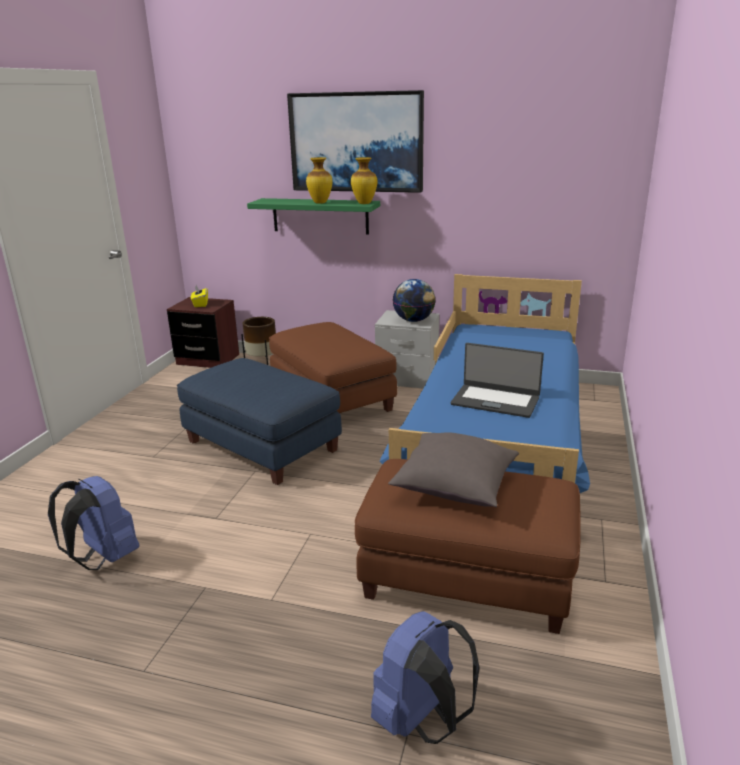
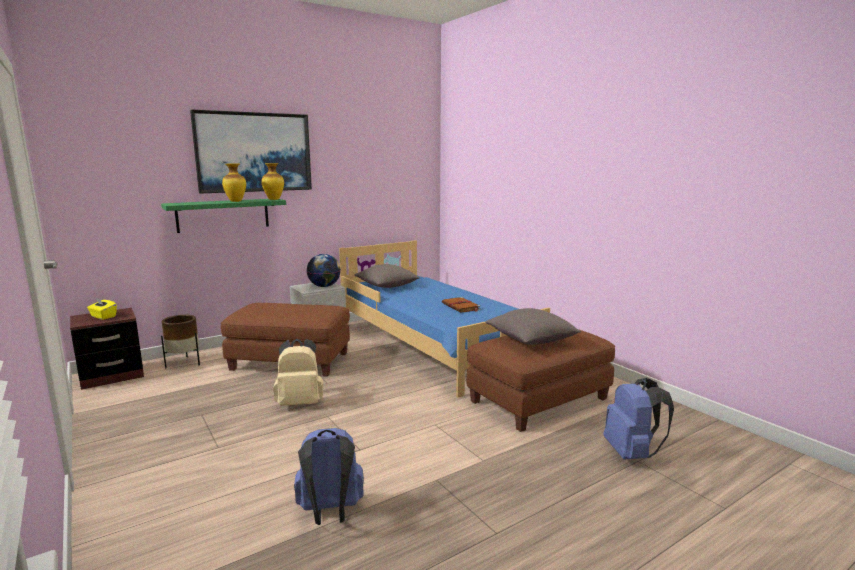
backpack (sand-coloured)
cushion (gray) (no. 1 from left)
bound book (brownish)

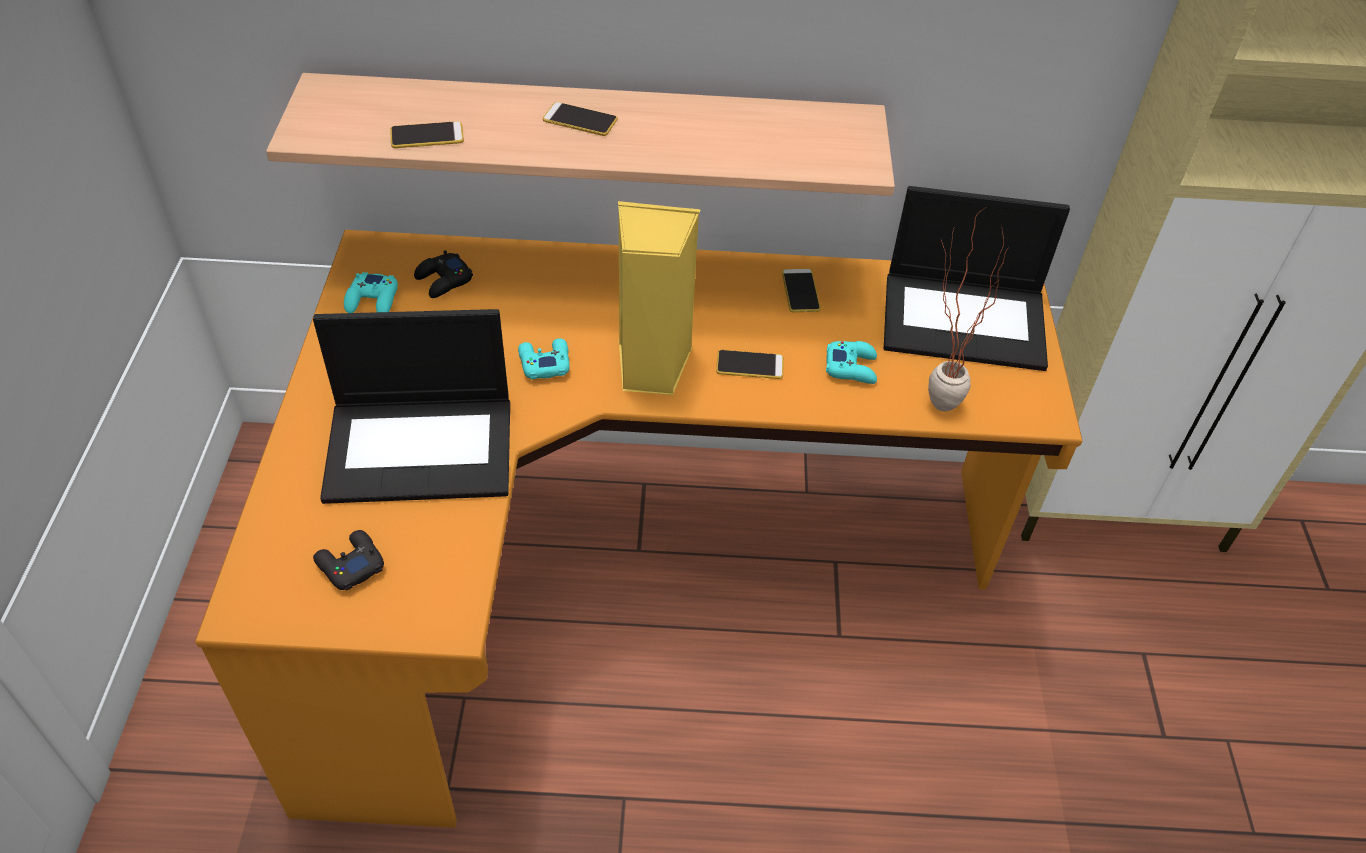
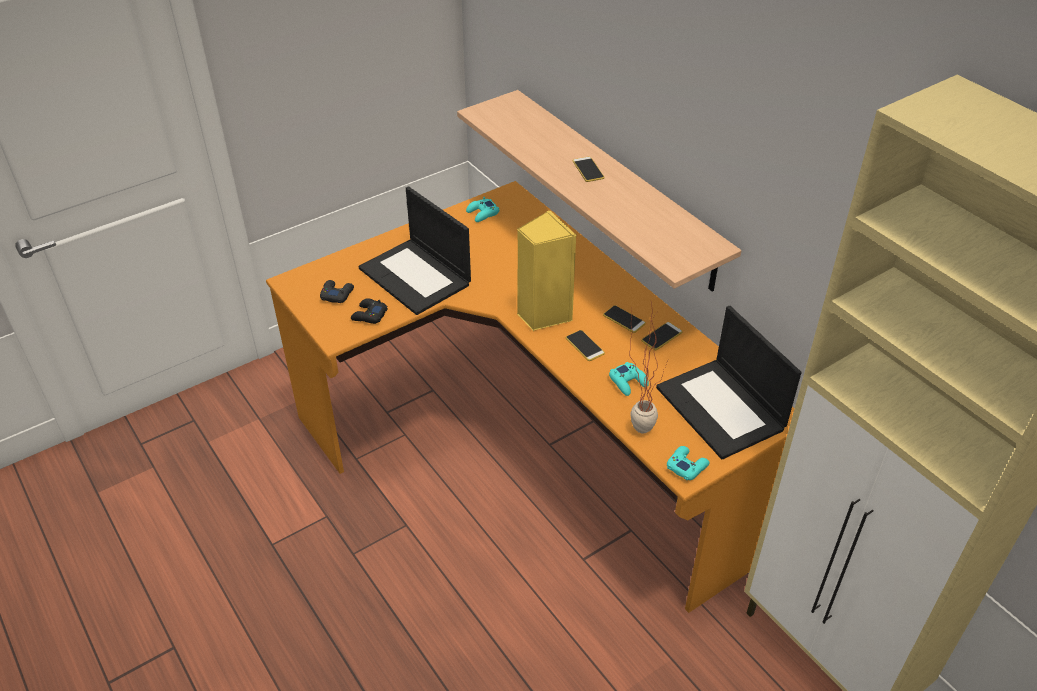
gamepad (black-coloured) (no. 2 from left)
telephone (no. 3 from left)
gamepad (turquoise) (no. 3 from left)

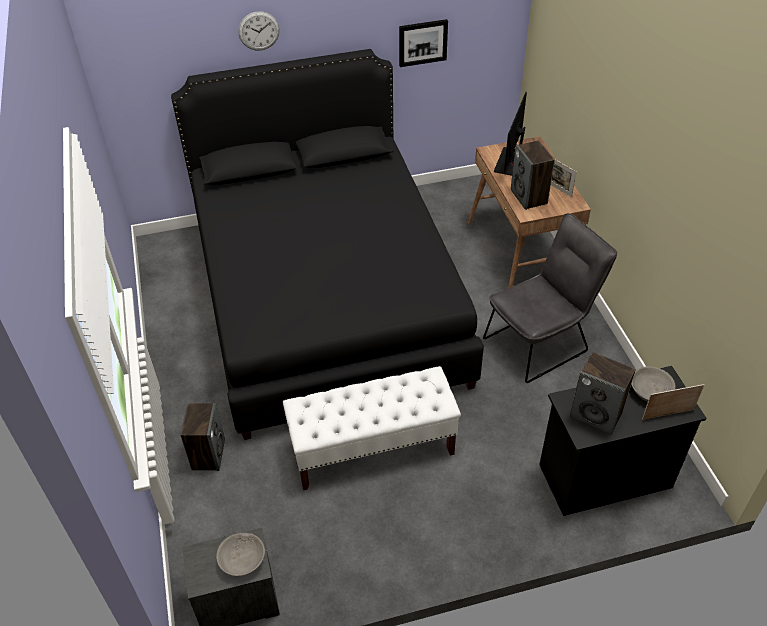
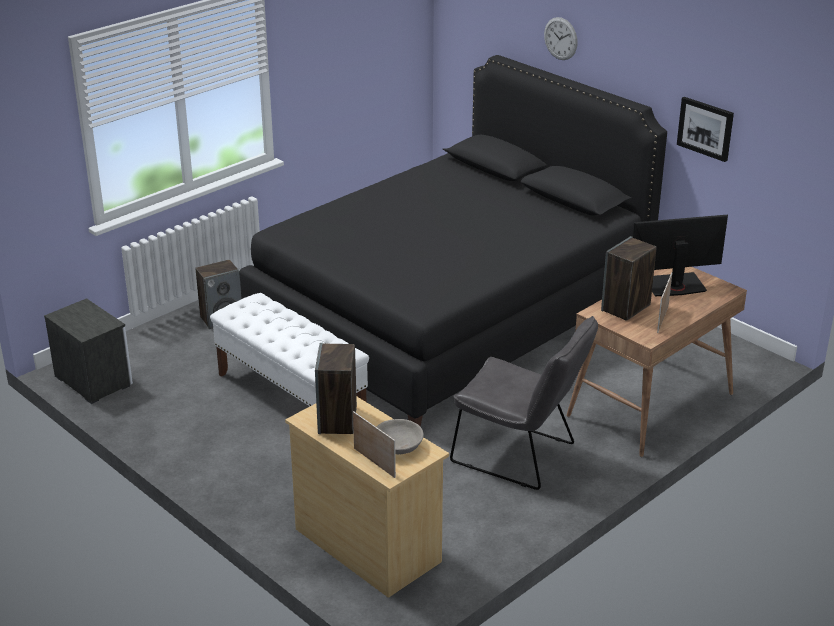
dresser (sand-coloured)
deep dish (gray) (no. 1 from left in the first image)

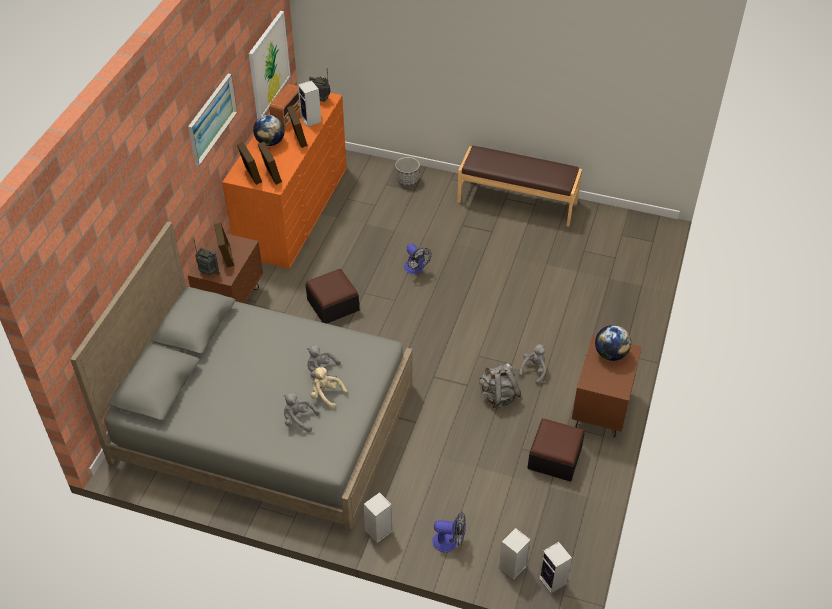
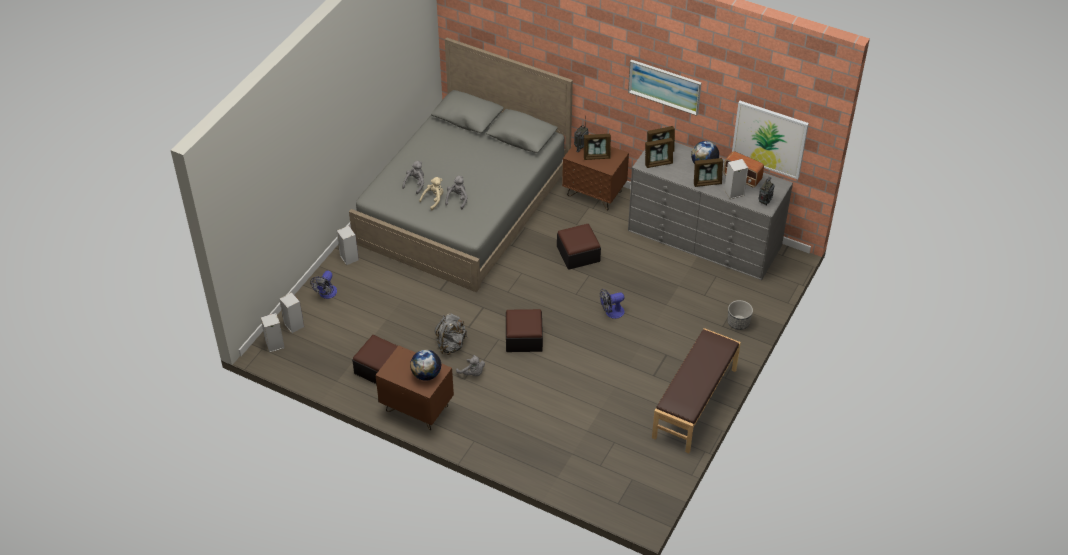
footrest (no. 2 from left)
dresser (gray)

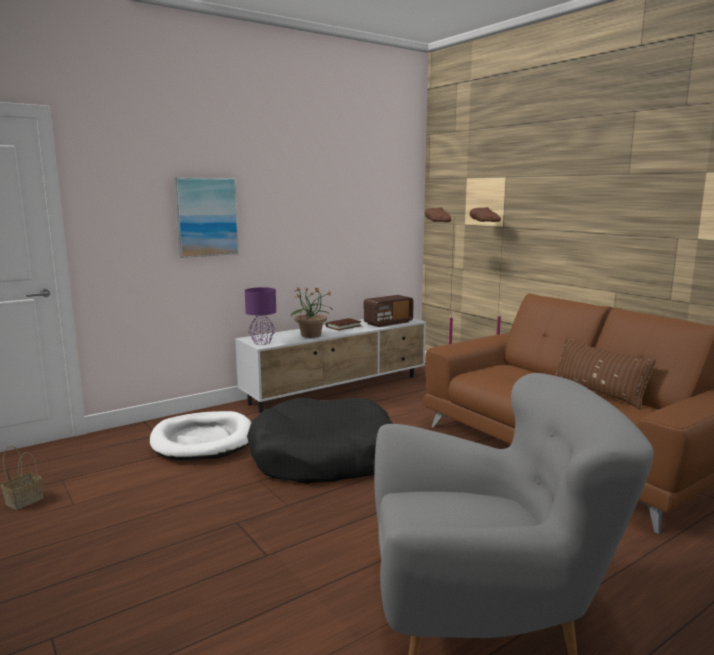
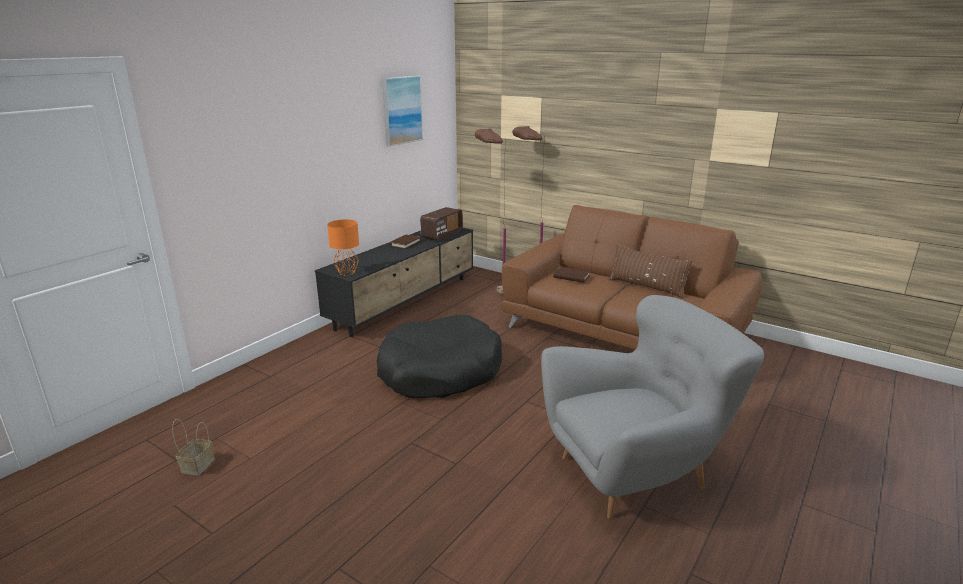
media console (black-coloured)
table lamp (orangey)
picture
bound book (brownish) (no. 2 from left)
pet bed (whitish)
potted plant

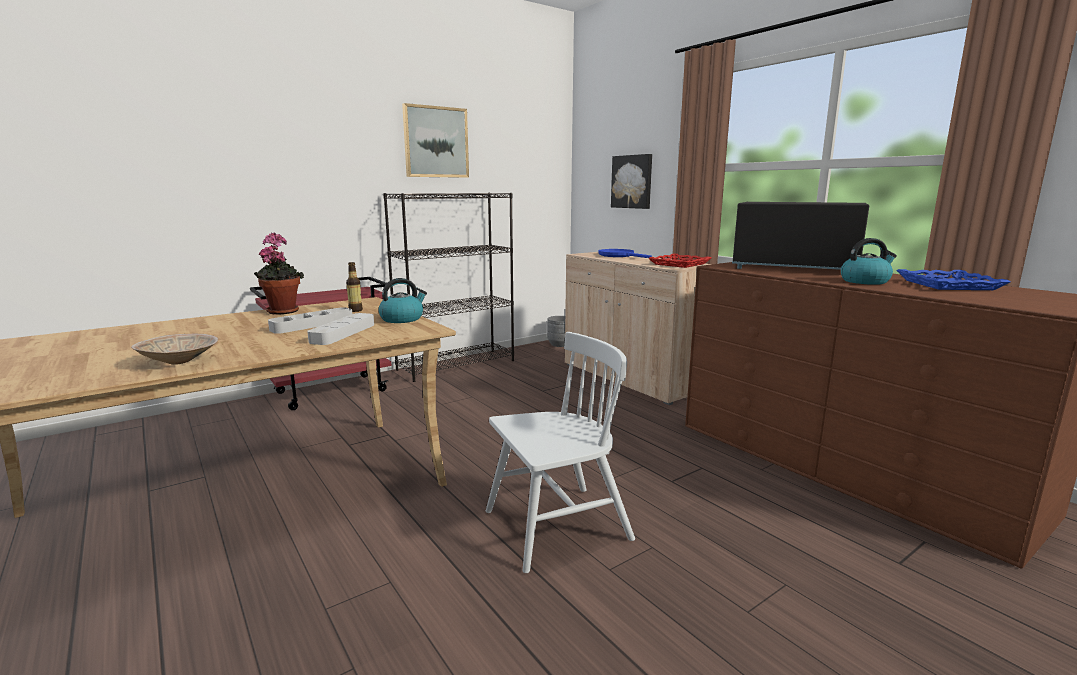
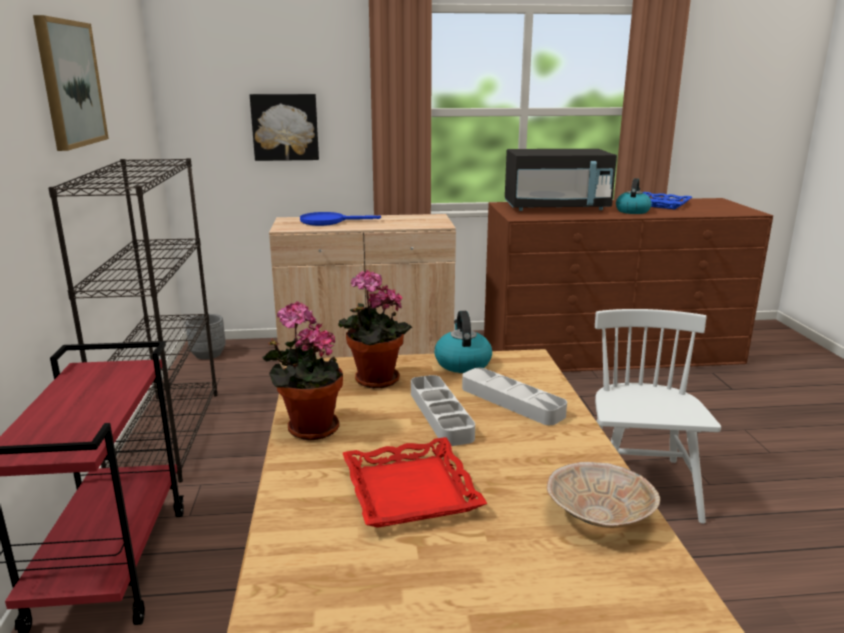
potted plant (no. 2 from left)
carrying tray (reddish)
kitchen microwave (black-coloured)

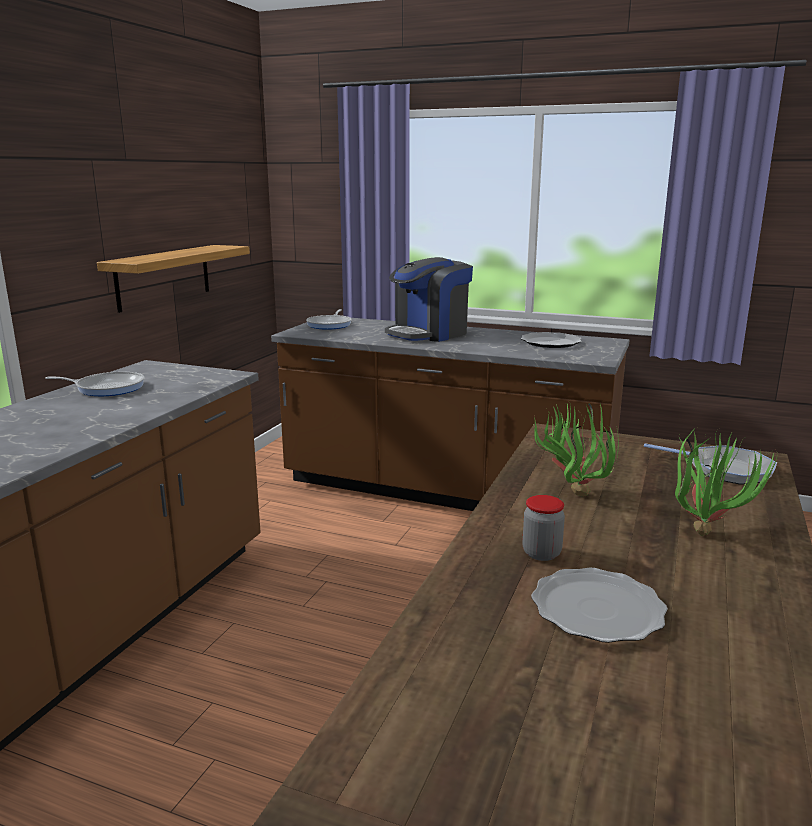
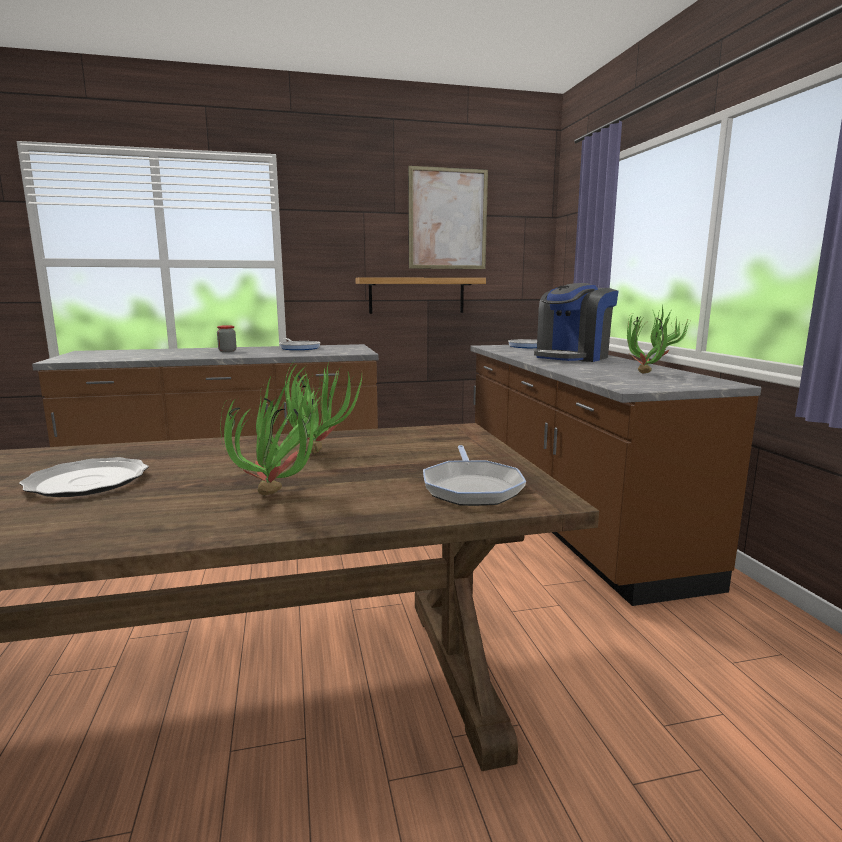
preserve jar
picture
coffee machine
potted plant (no. 3 from left)

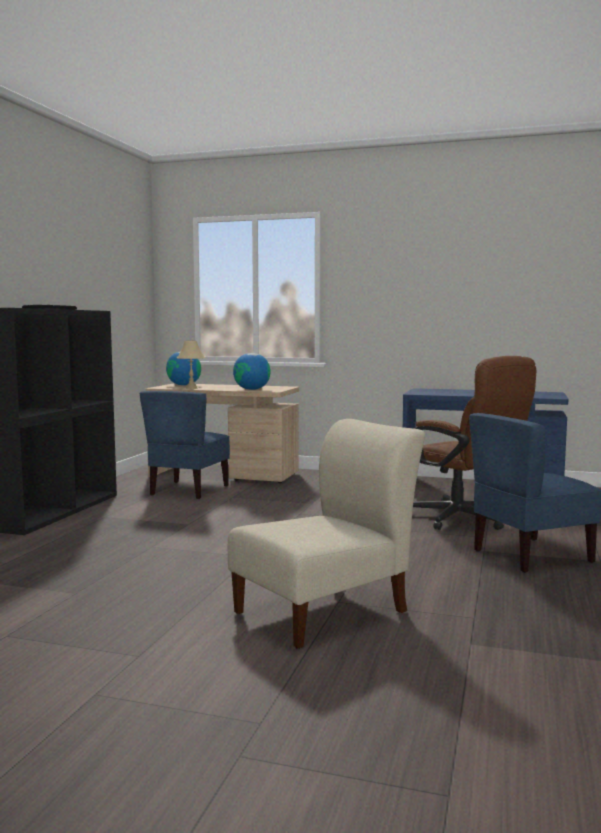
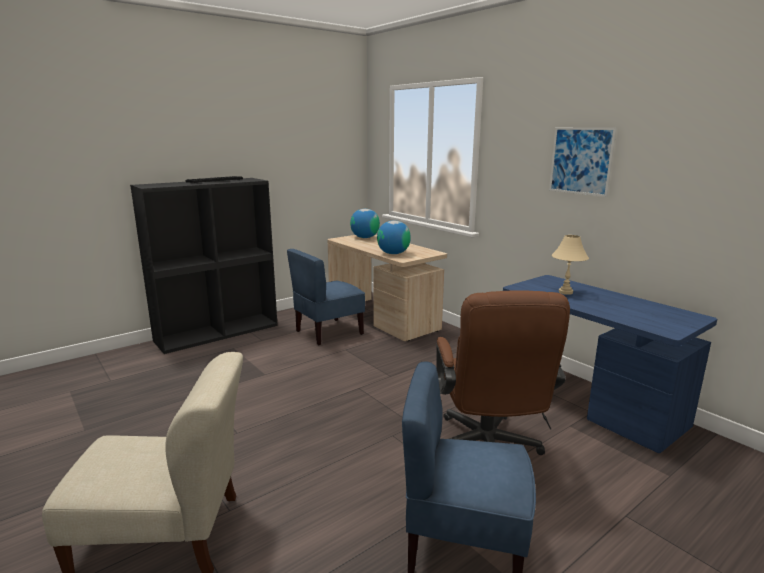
picture
table lamp (sand-coloured)

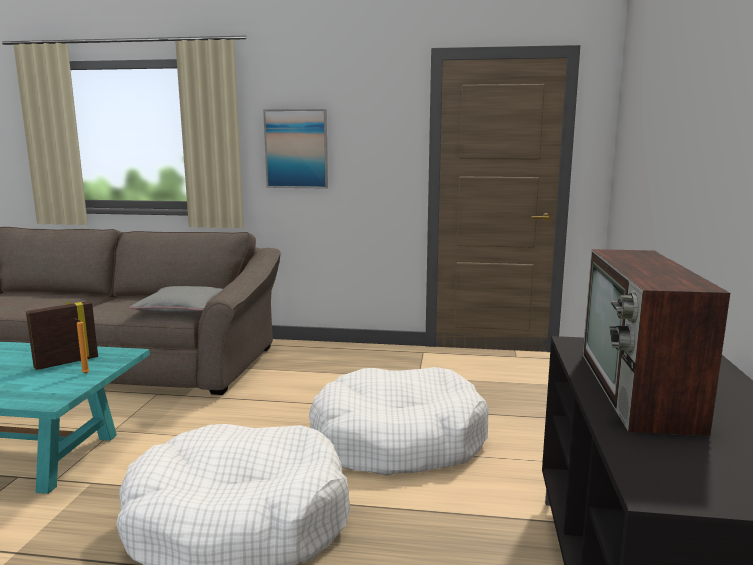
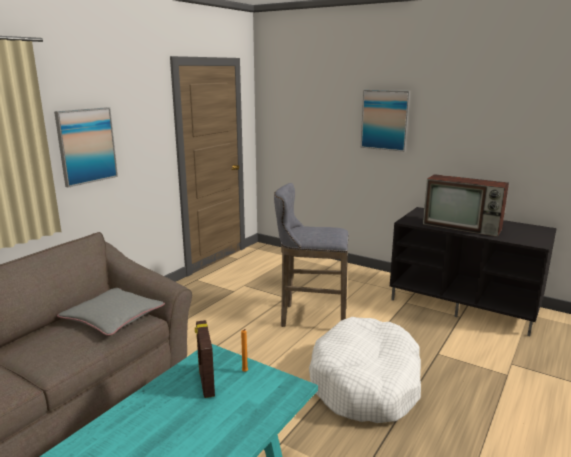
sitting stool (gray)
picture (no. 2 from left)

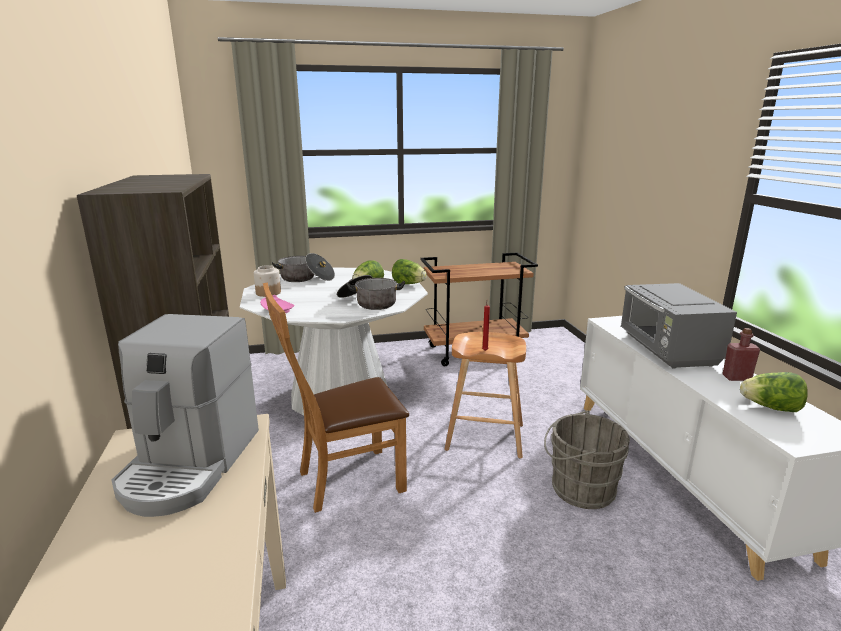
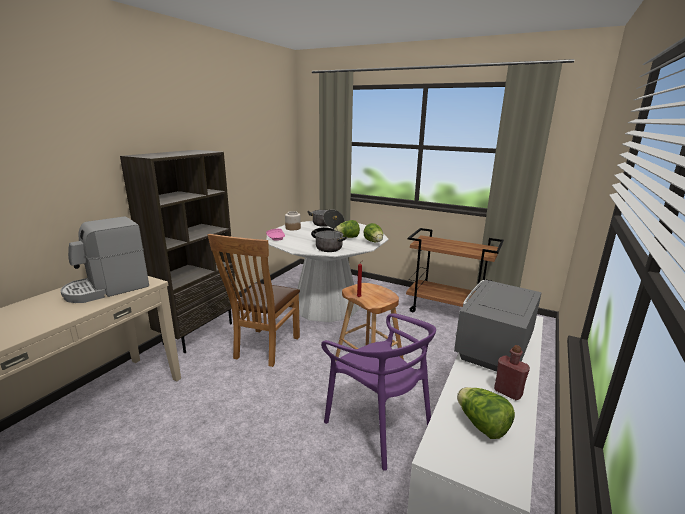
plain chair (brownish)
plain chair (purplish)

